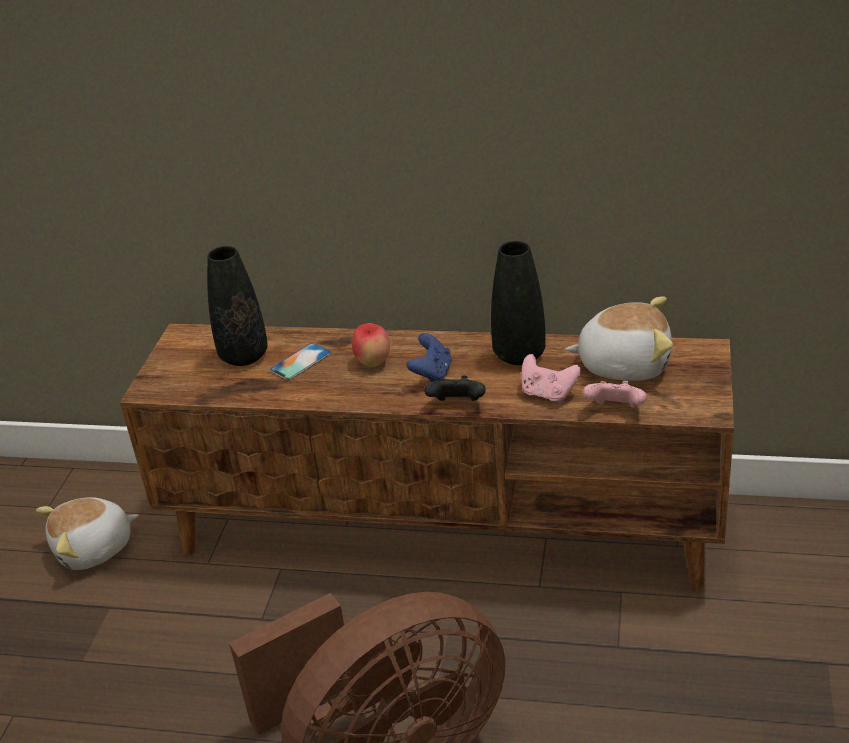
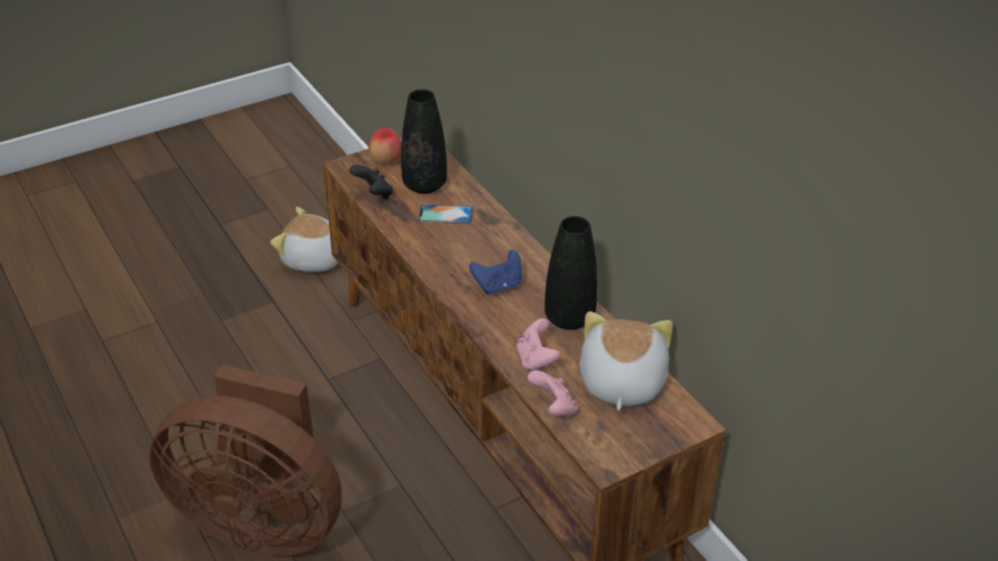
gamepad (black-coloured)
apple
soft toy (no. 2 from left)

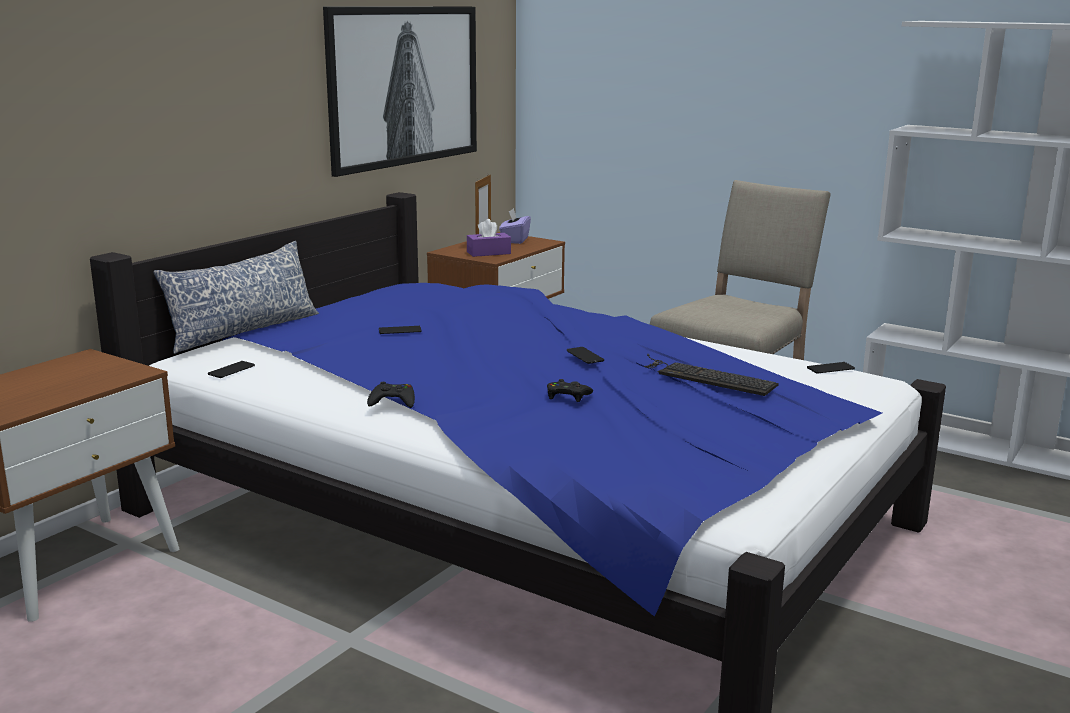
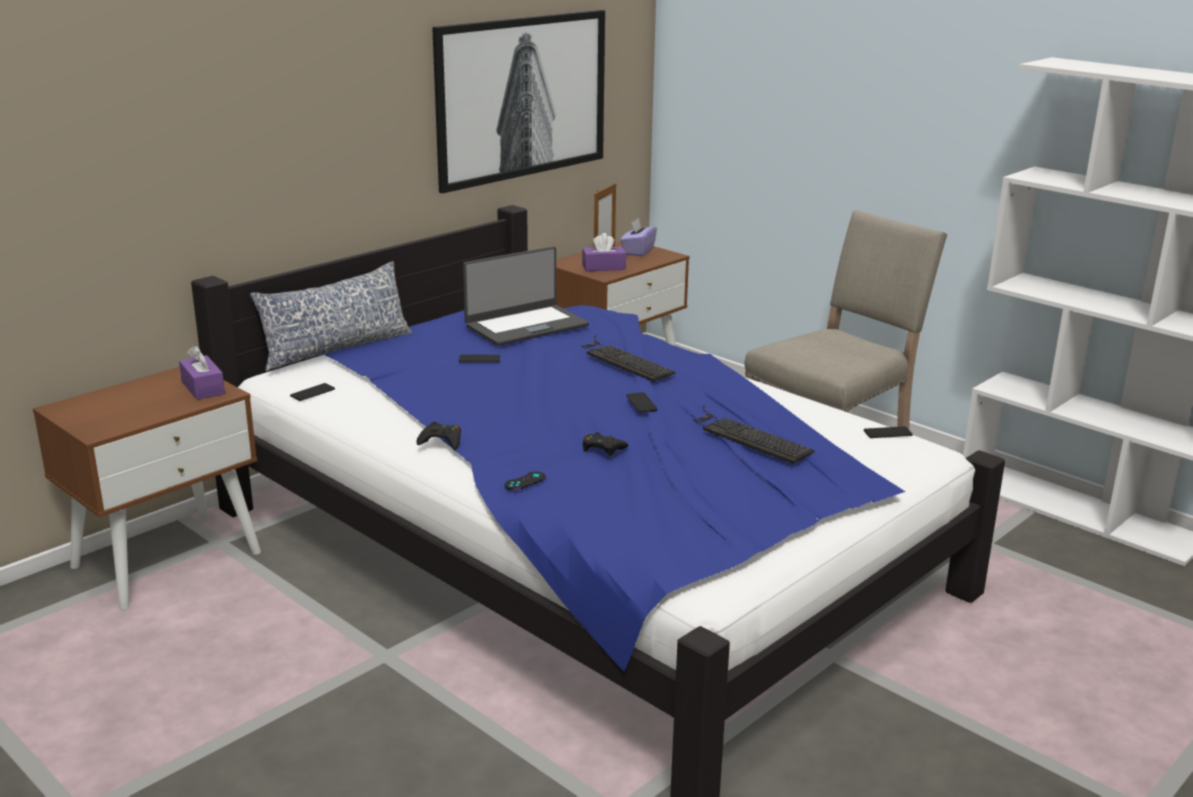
box of tissues (purplish) (no. 1 from left)
notebook computer
gamepad (black-coloured) (no. 2 from left)
keyboard (no. 1 from left)

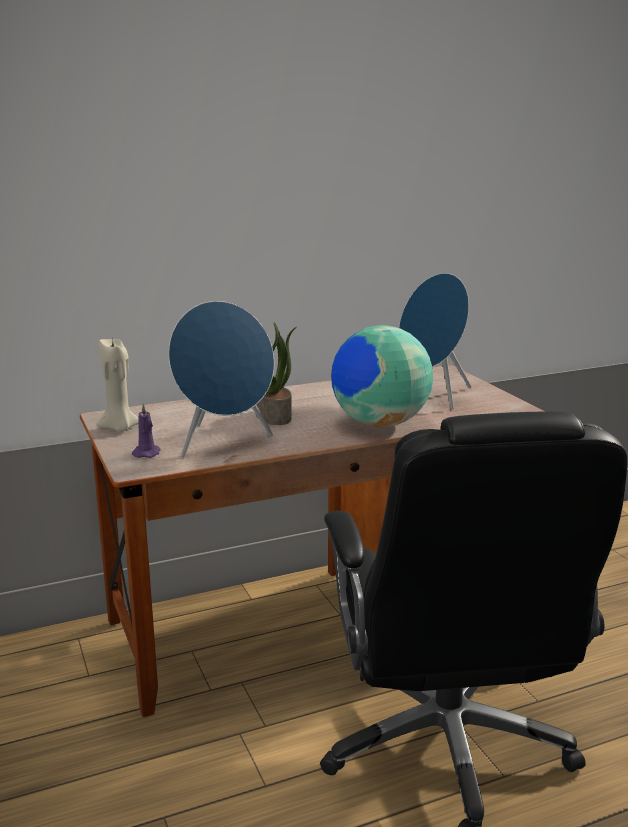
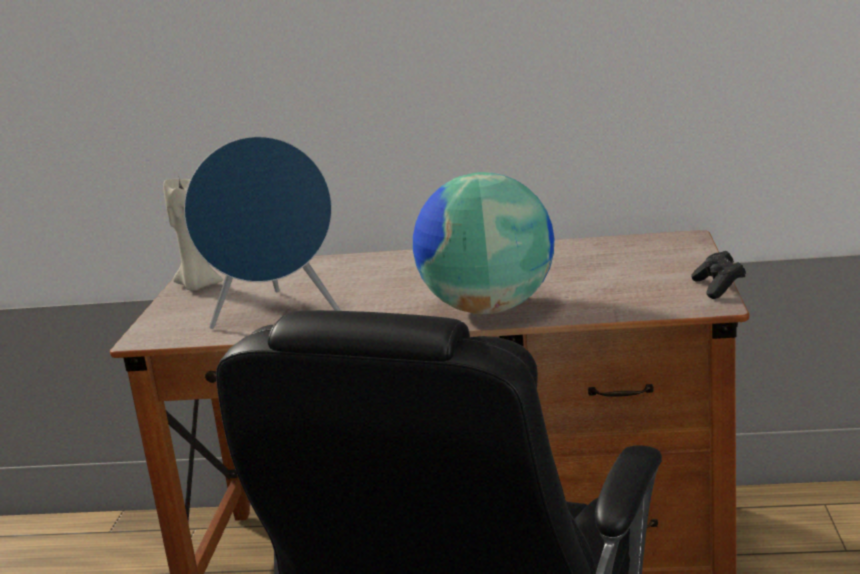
gamepad (black-coloured)
wax light (purplish)
potted plant
loudspeaker (blue-coloured) (no. 2 from left in the first image)

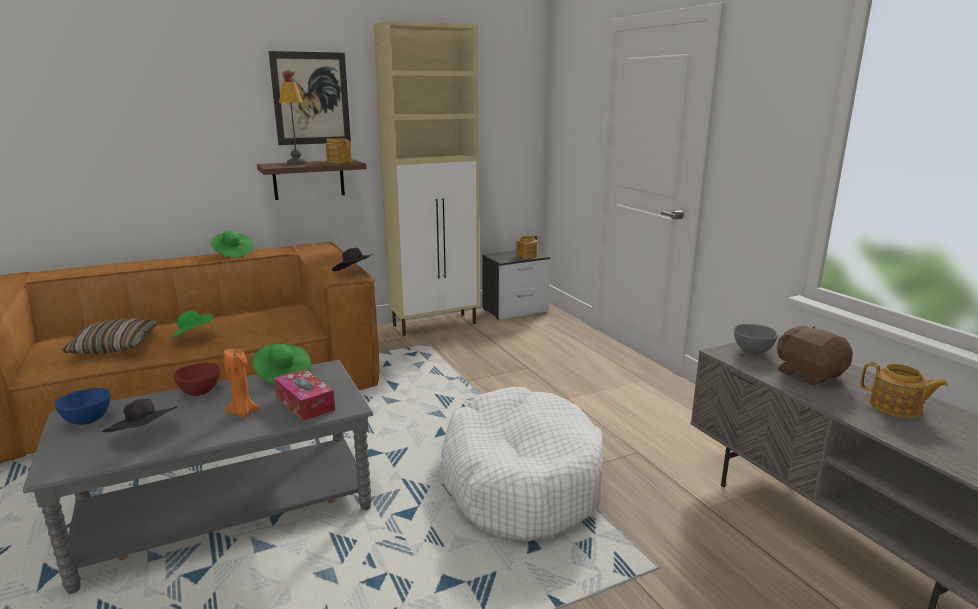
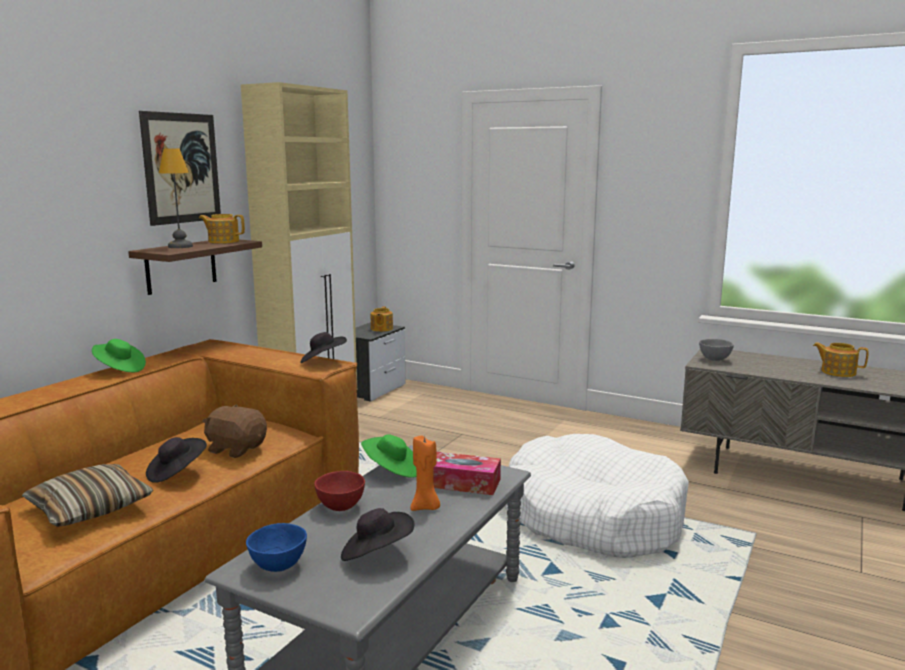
clothing hat (black-coloured) (no. 1 from left)
soft toy (brownish)
teapot (no. 3 from left)

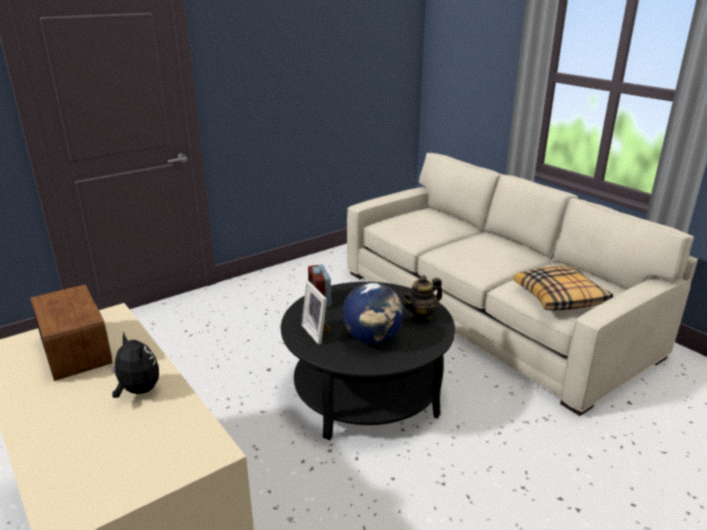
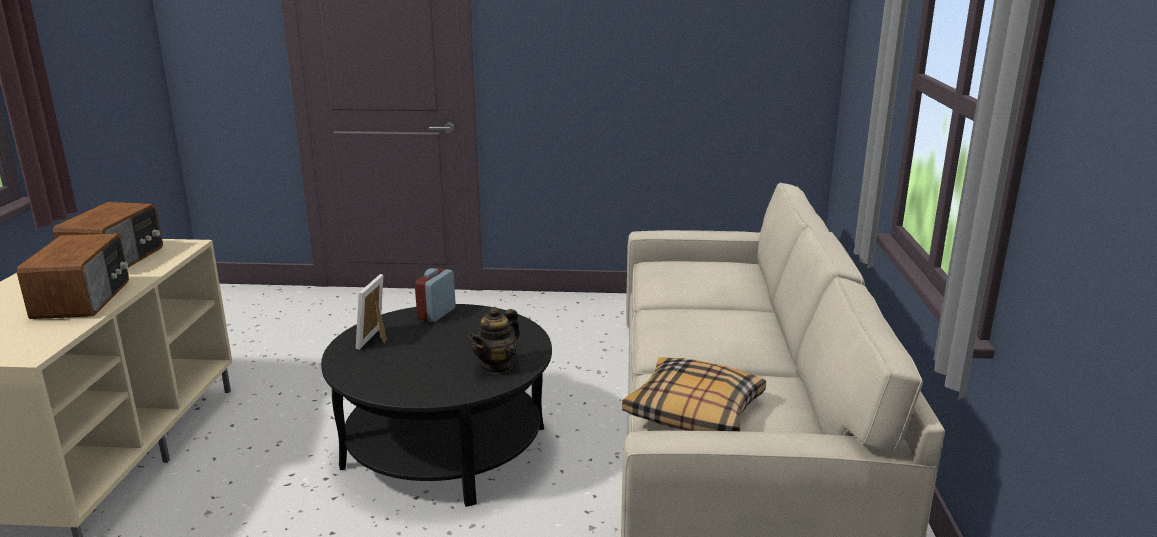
radio receiver (no. 1 from left)
teapot
desk globe

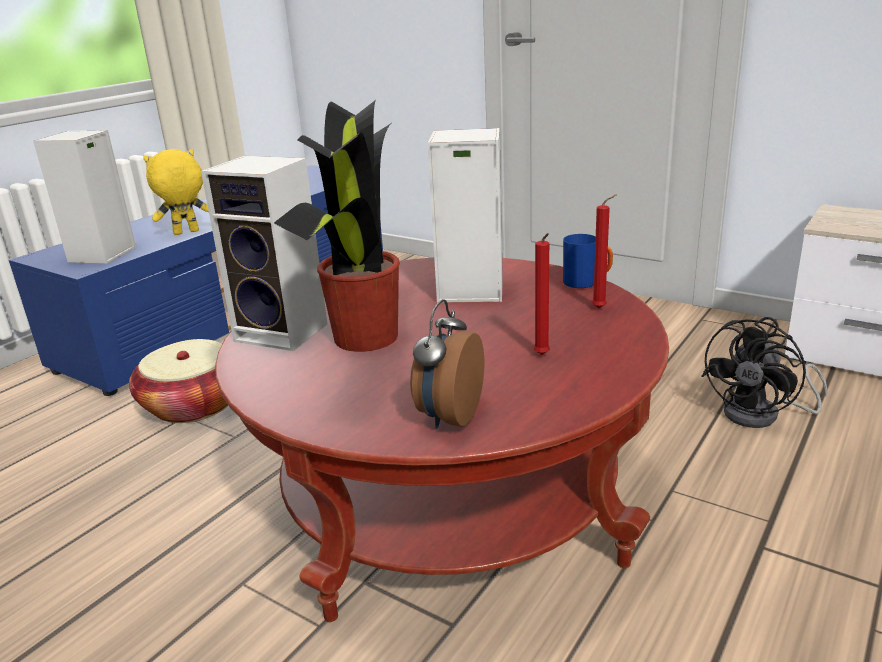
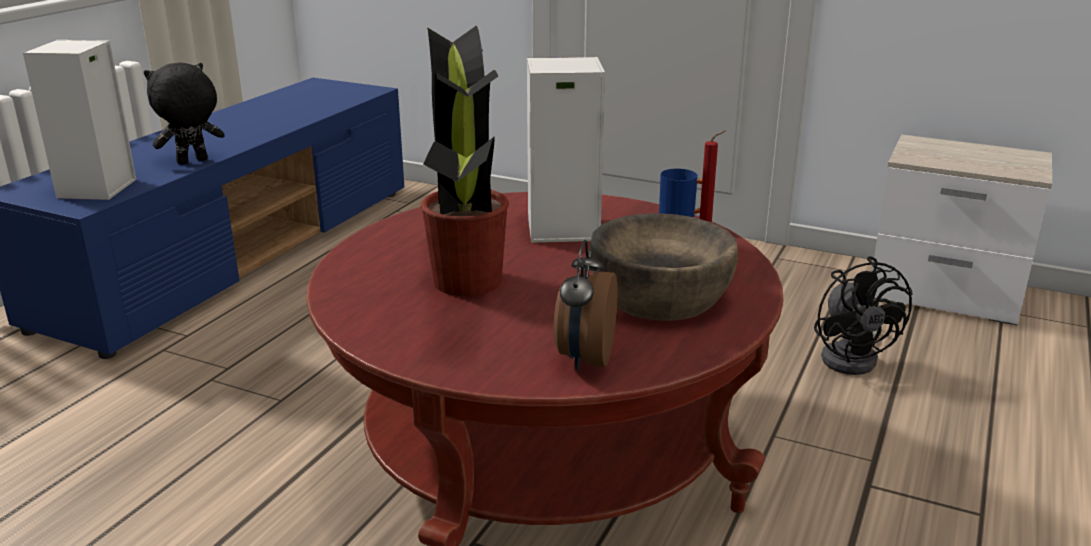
soft toy (black-coloured)
deep dish (brownish)
cooling fan (black-coloured)
basket
loudspeaker (no. 2 from left in the first image)

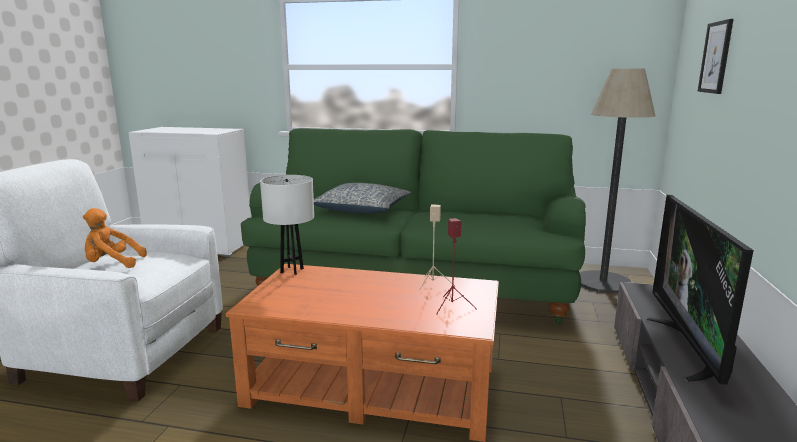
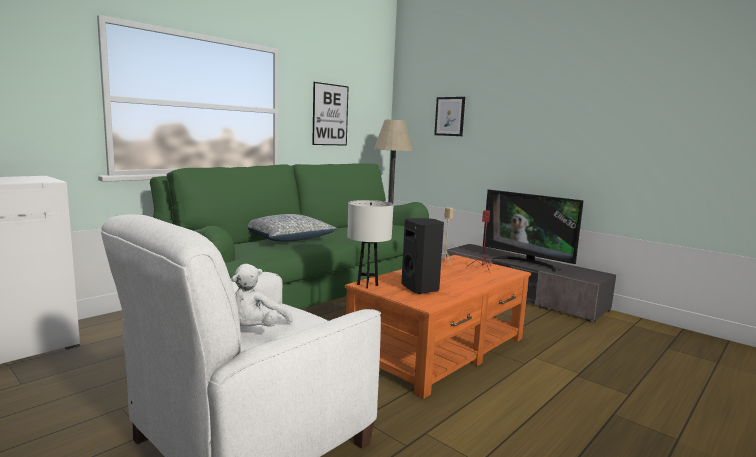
soft toy (whitish)
picture (no. 1 from left)
loudspeaker (black-coloured)

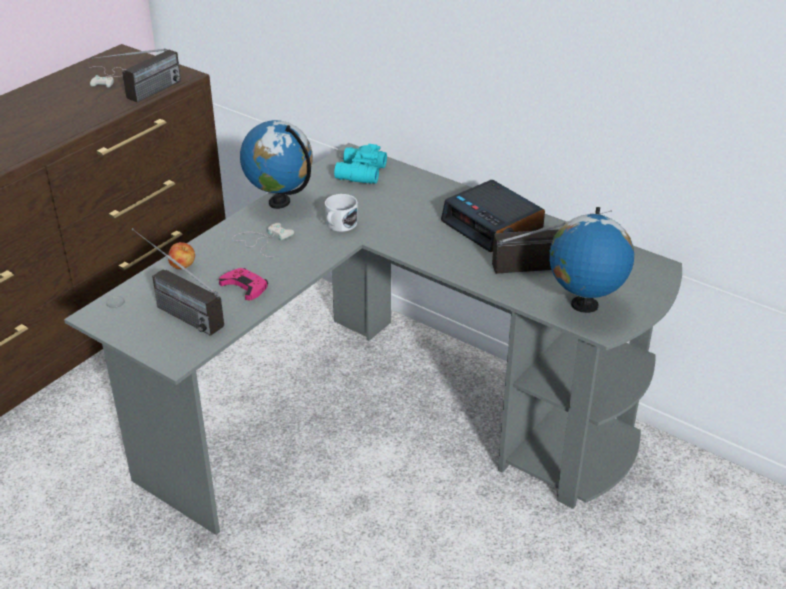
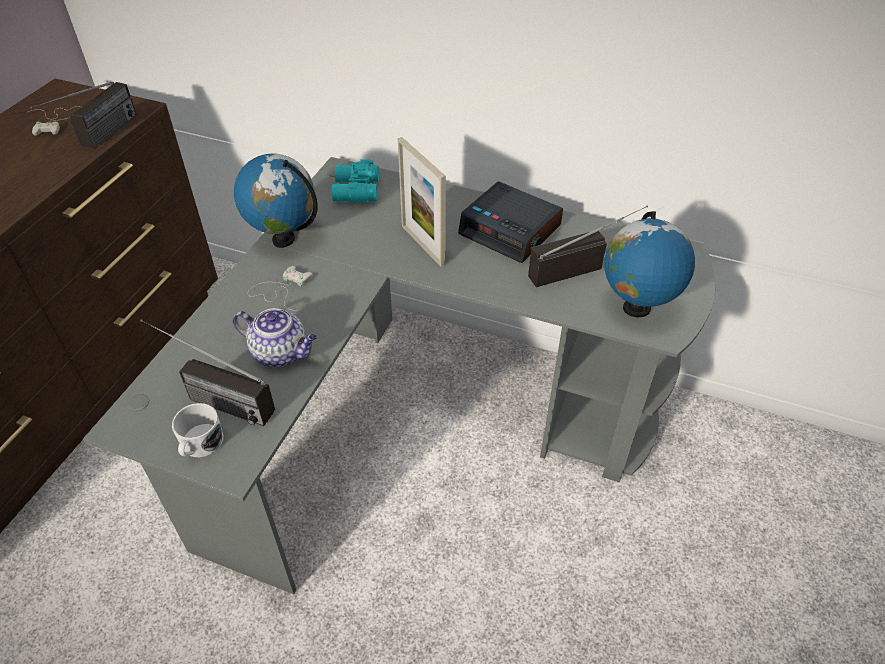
mug (whitish)
teapot
standing frame
apple

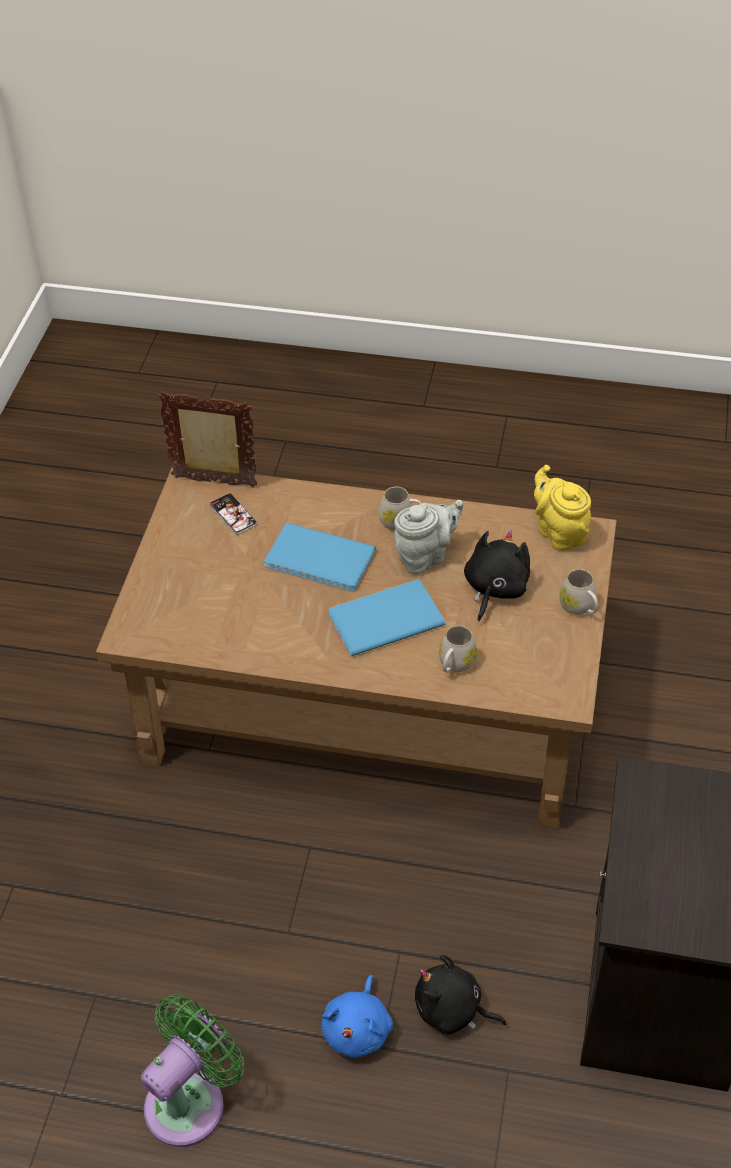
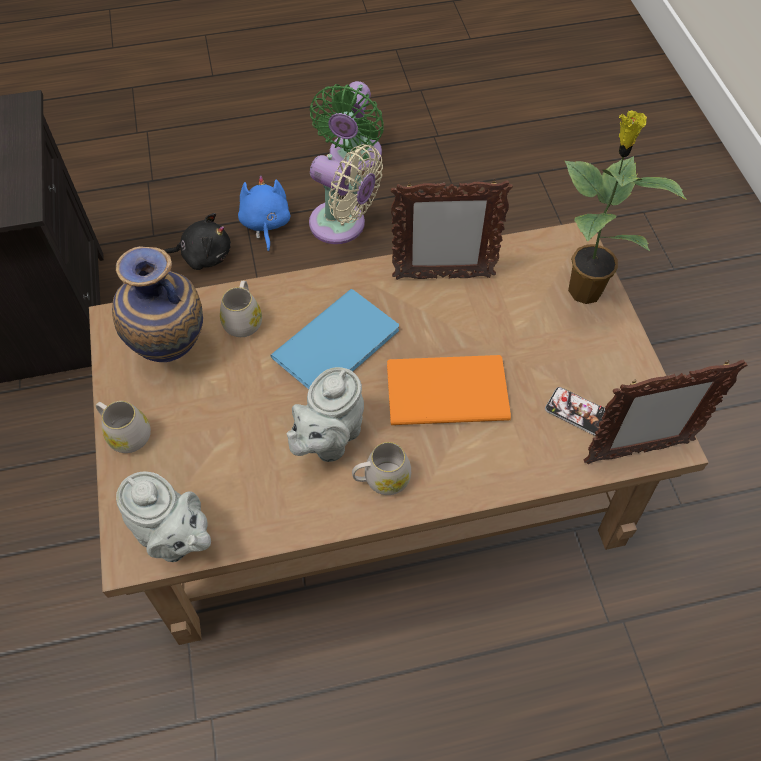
flower vase
teapot (gray) (no. 1 from left)
cooling fan (sand-coloured)
bound book (orangey)
standing frame (no. 1 from left)
potted plant
soft toy (black-coloured) (no. 2 from left in the first image)

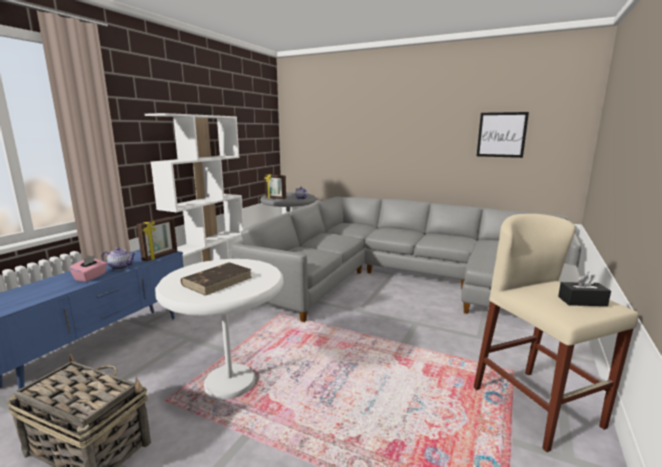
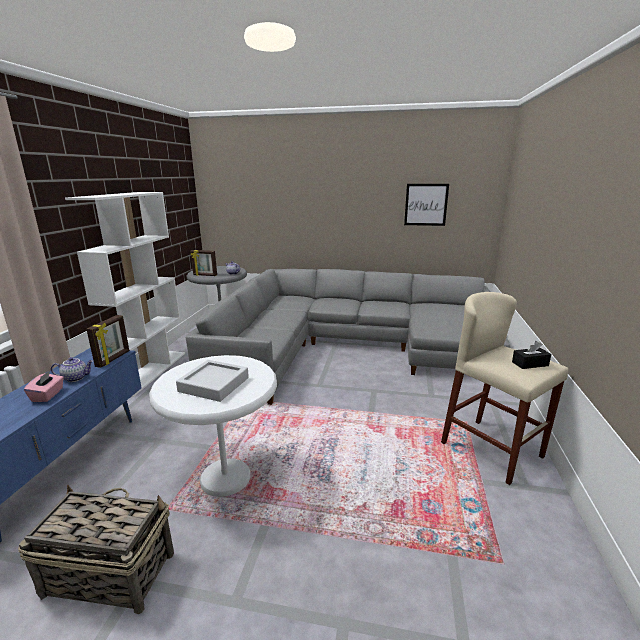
carrying tray (gray)

